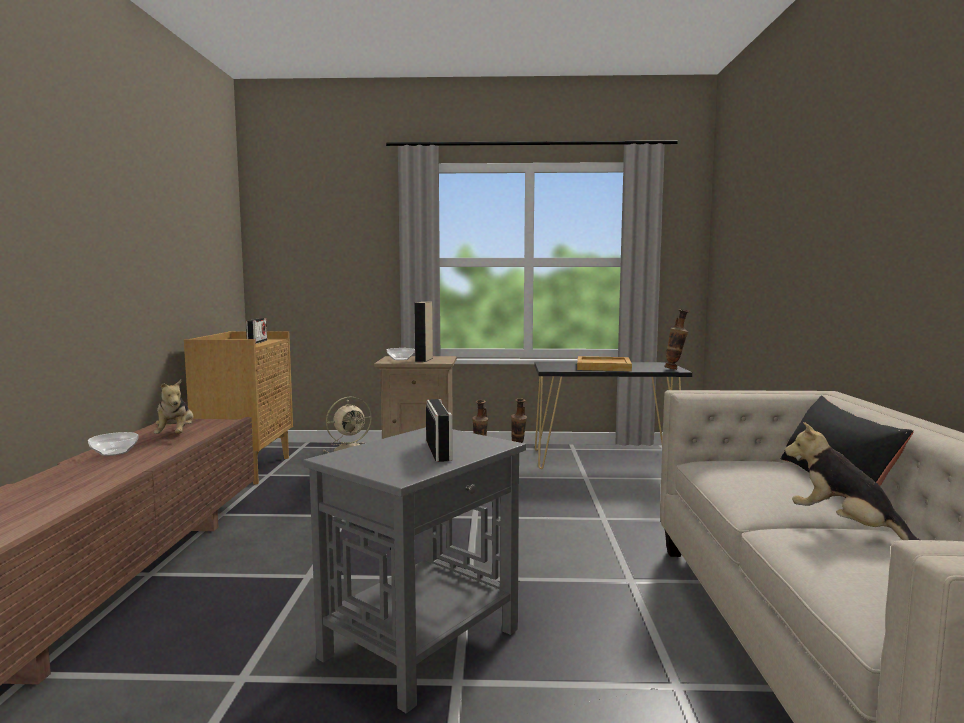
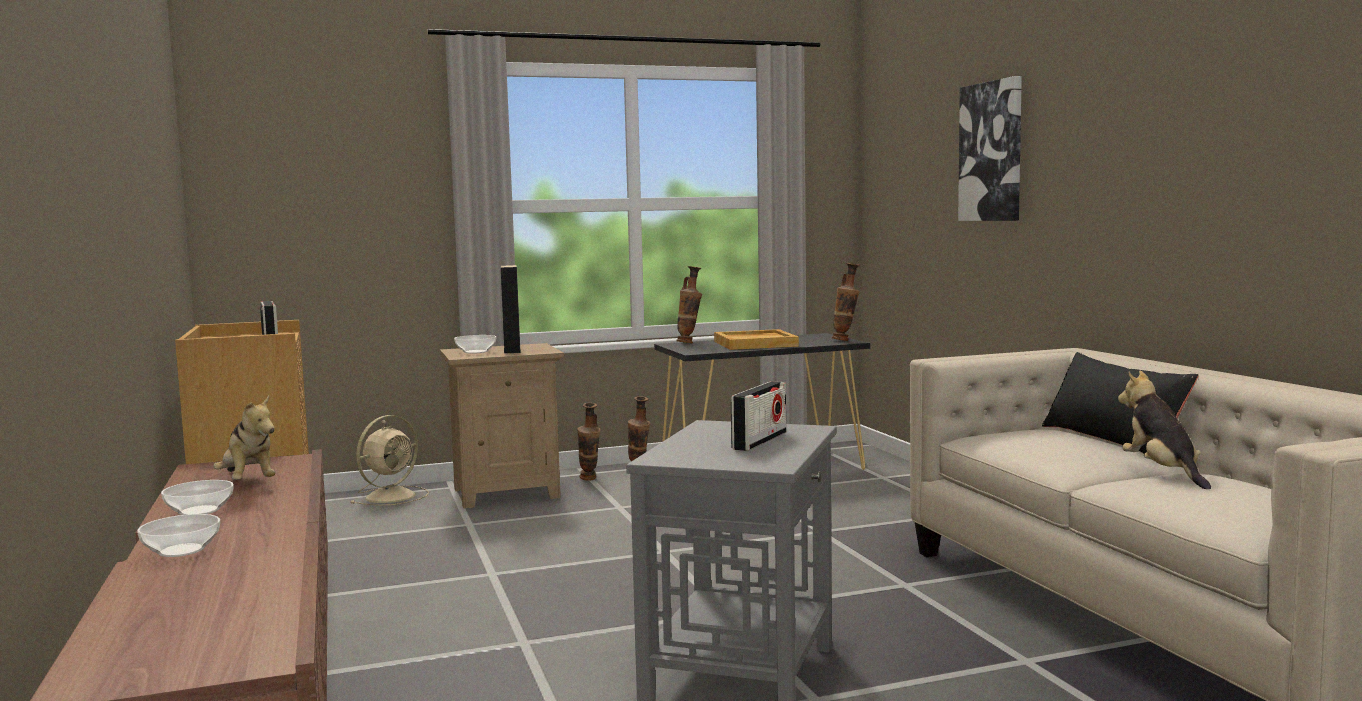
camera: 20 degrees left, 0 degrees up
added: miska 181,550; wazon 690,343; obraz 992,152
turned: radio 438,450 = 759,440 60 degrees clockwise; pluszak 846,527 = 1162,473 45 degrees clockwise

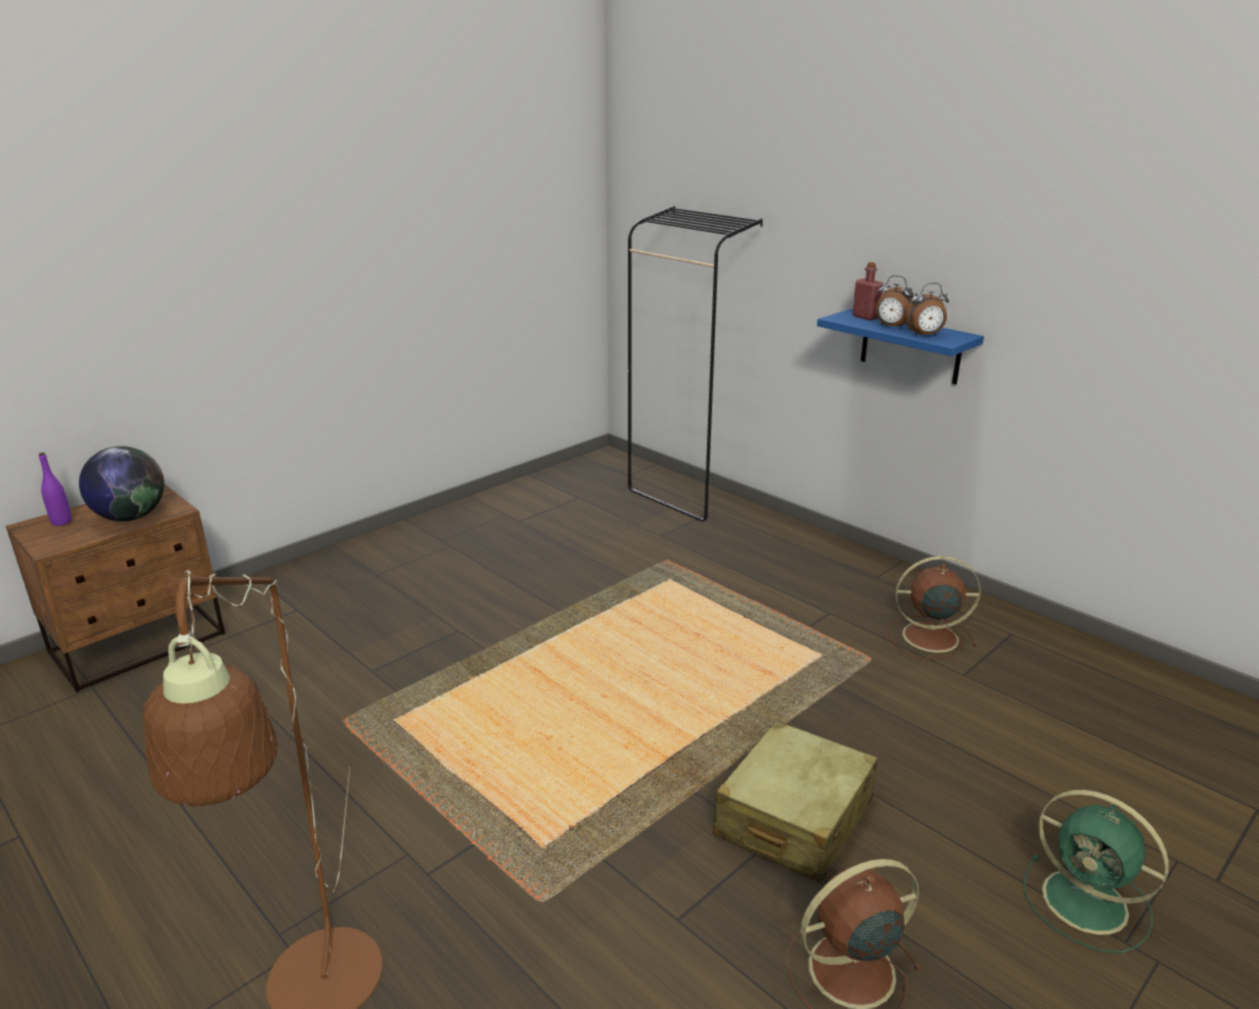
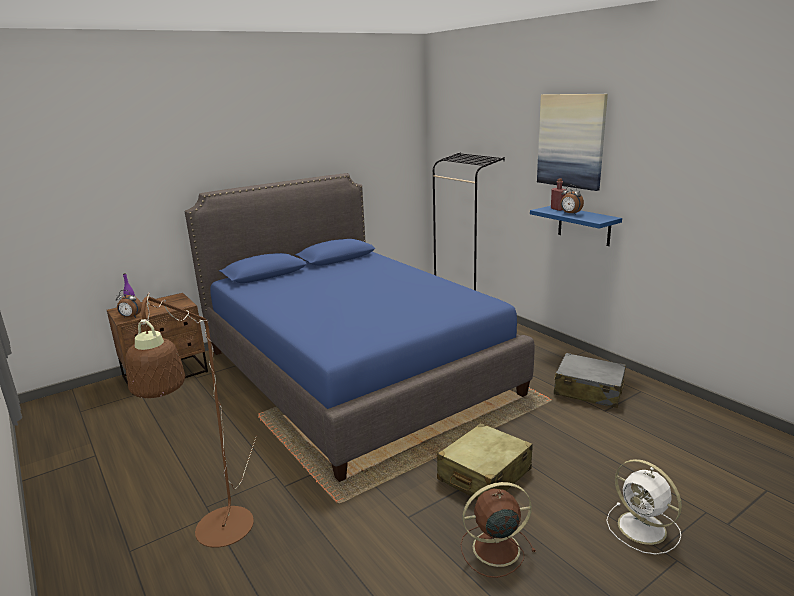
camera: 10 degrees right, 5 degrees down
removed: globus 130,517
added: łóżko/niebieski 355,371; obraz 571,141
moved: budzik 924,335 to 130,317
replaced: wentylator/brązowy 927,637 to walizka/szary 588,390
recoloured: wentylator/zielony 1088,904 to wentylator/biały 644,529

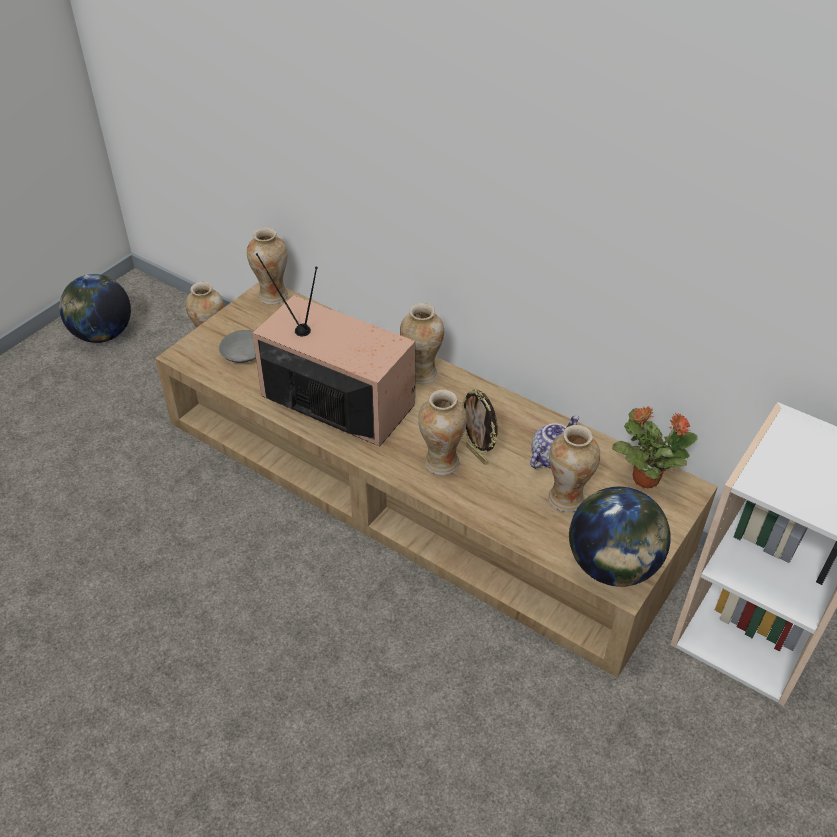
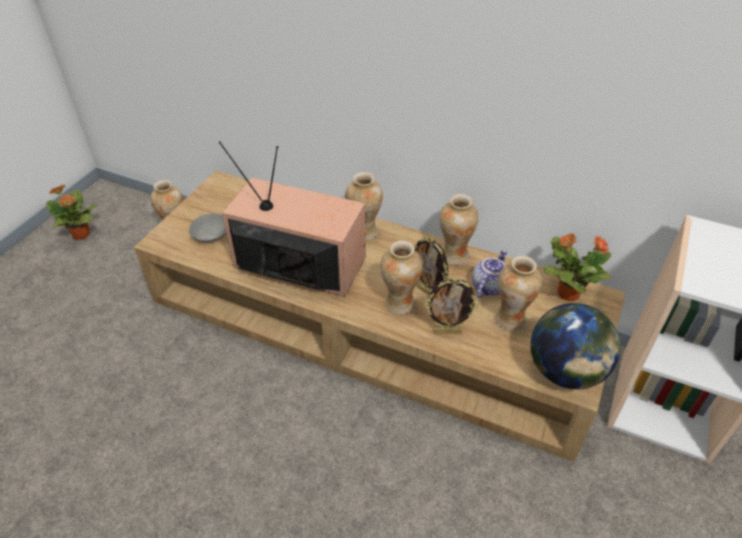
camera: 10 degrees left, 0 degrees up
added: ramka na zdjęcie 447,331
moved: wazon 272,296 to 454,255
replaced: globus 103,335 to roślina doniczkowa 81,235

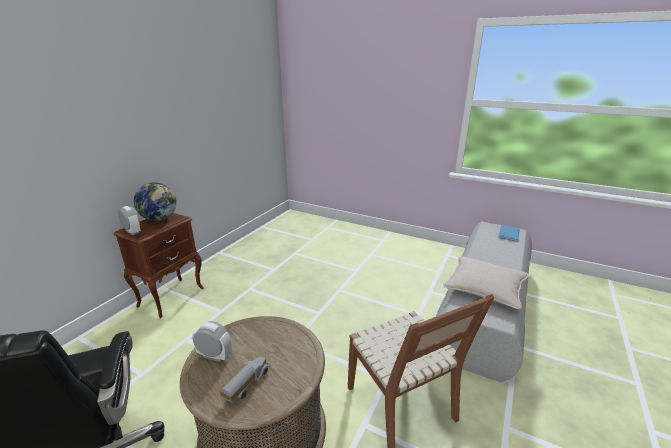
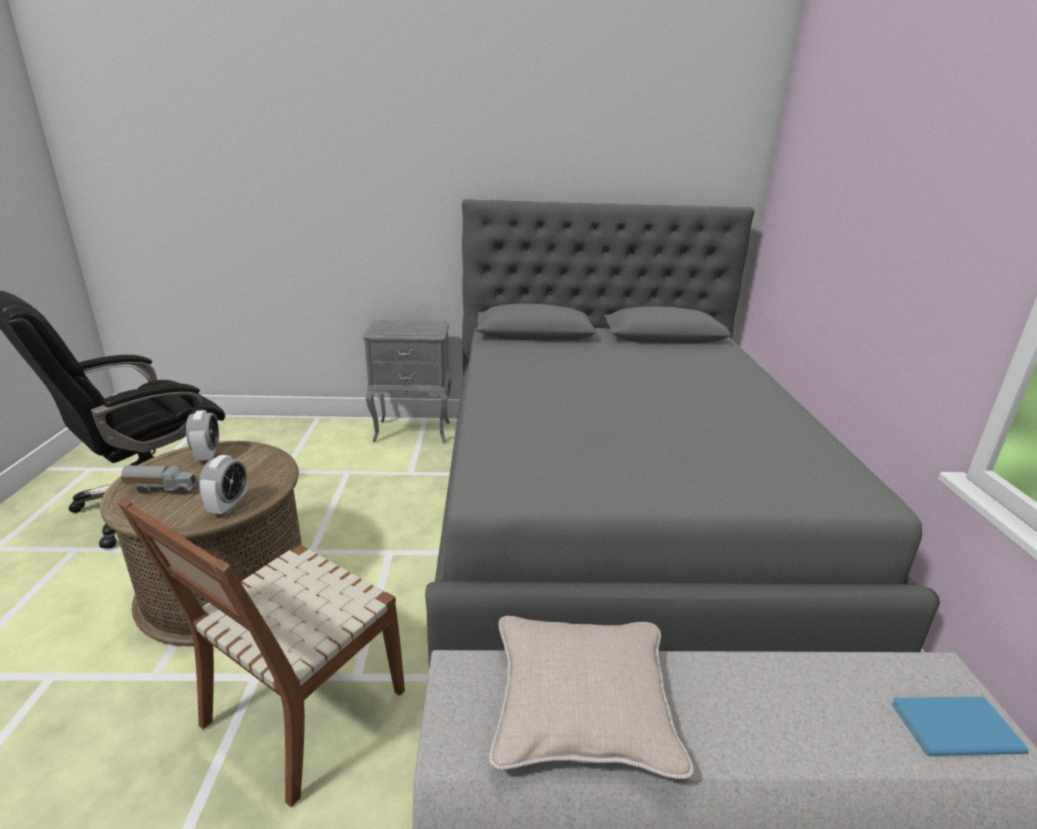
camera: 60 degrees right, 0 degrees up
removed: globus 159,218
added: łóżko/szary 616,518
moved: budzik 132,232 to 228,506
recoloured: szafka nocna/brązowy 171,297 to szafka nocna/szary 413,432

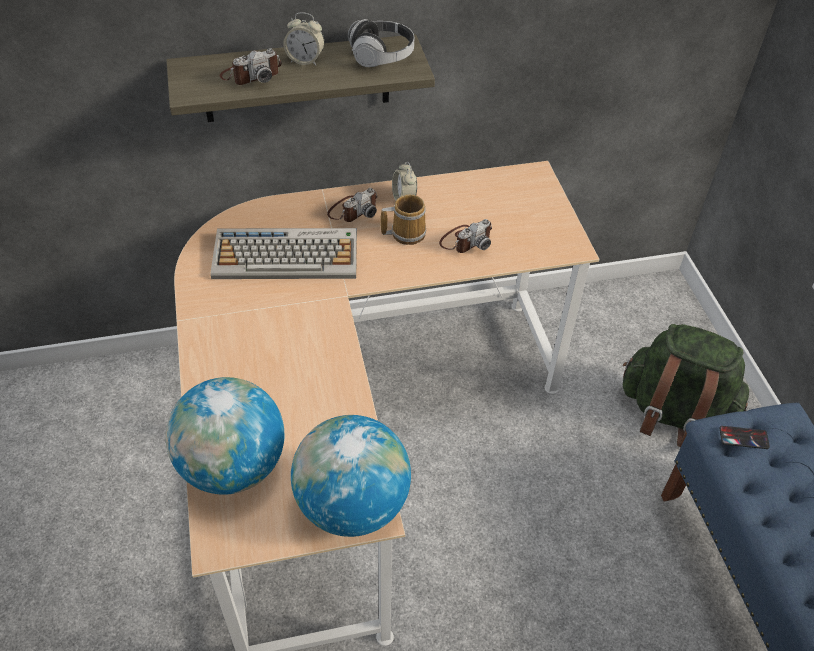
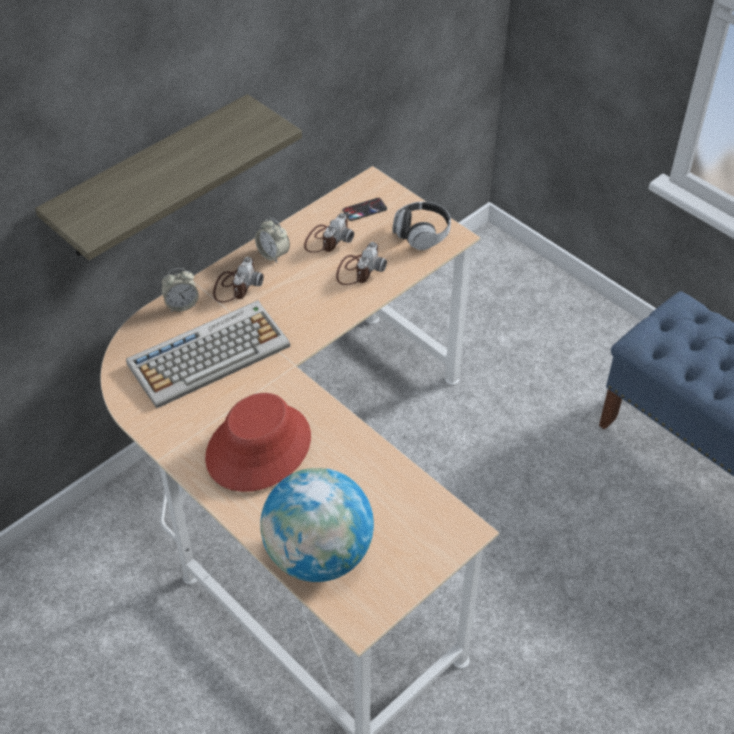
camera: 30 degrees left, 0 degrees up
removed: globus 352,504; kubek 405,233; plecak/zielony 673,413
added: kapelusz/czerwony 258,447
moved: aparat fotograficzny 251,75 to 327,239; budzik 305,60 to 181,304; słuchawki 381,56 to 421,234; telefon 743,437 to 364,209

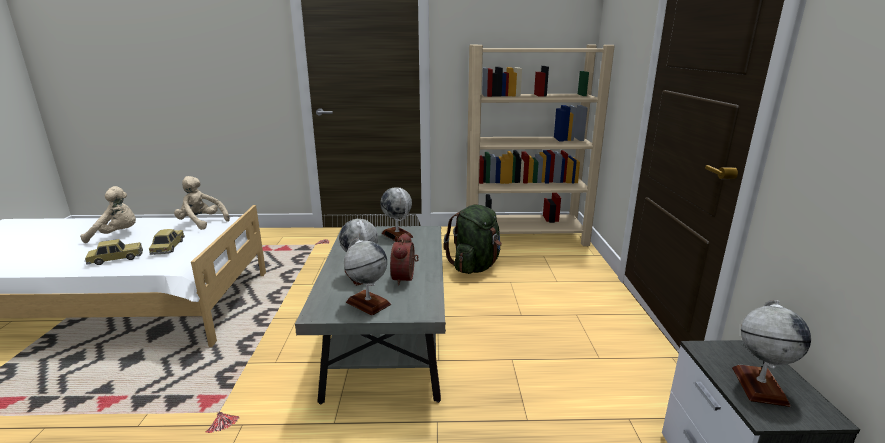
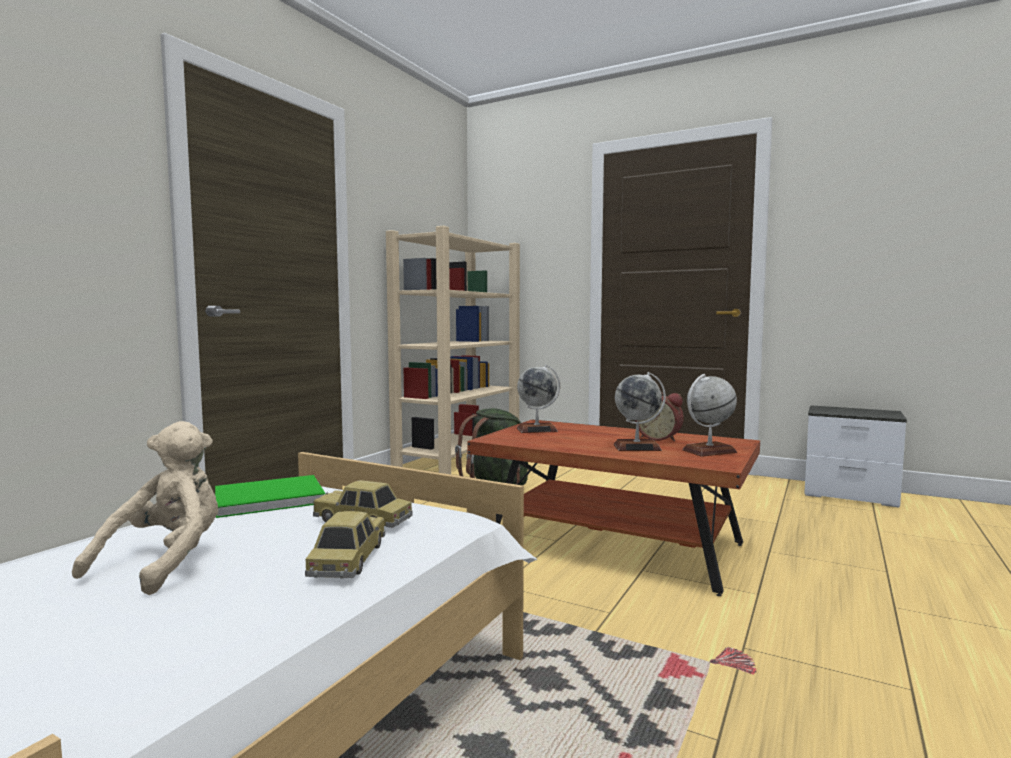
camera: 60 degrees left, 15 degrees down
removed: globus 759,386
replaced: pluszak/beżowy 201,223 to książka/zielony 265,498
recoloured: ława/szary 387,340 to ława/brązowy 614,546

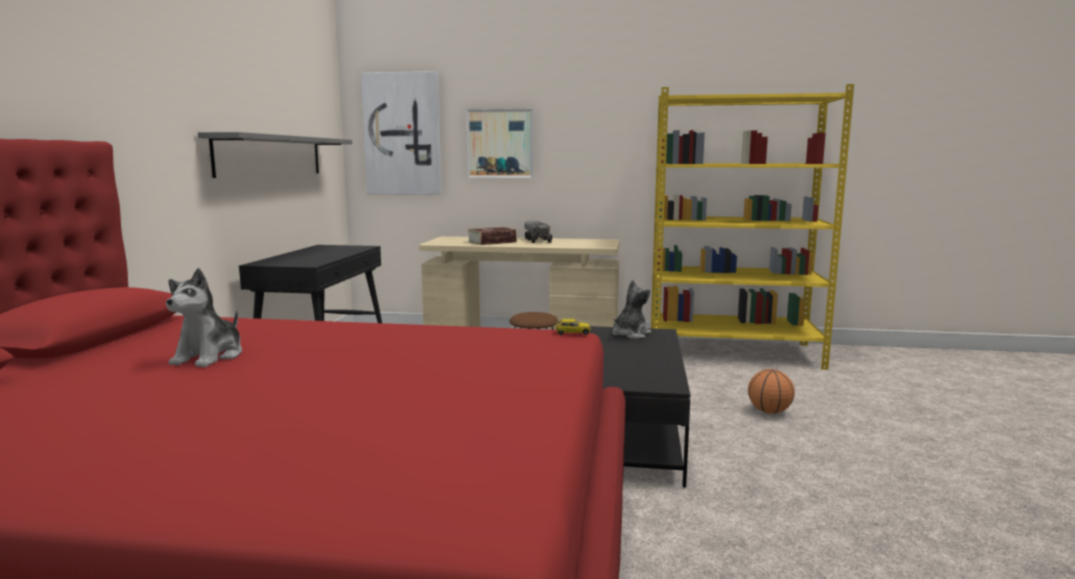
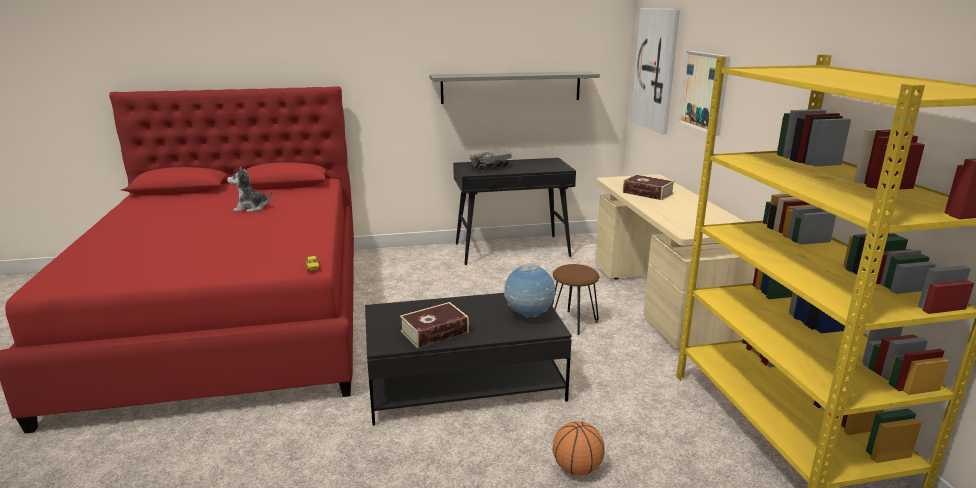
camera: 70 degrees right, 10 degrees up
added: książka 434,332
moved: ciężarówka zabawkowa 538,240 to 490,168
replaced: pluszak 630,334 to globus 529,315

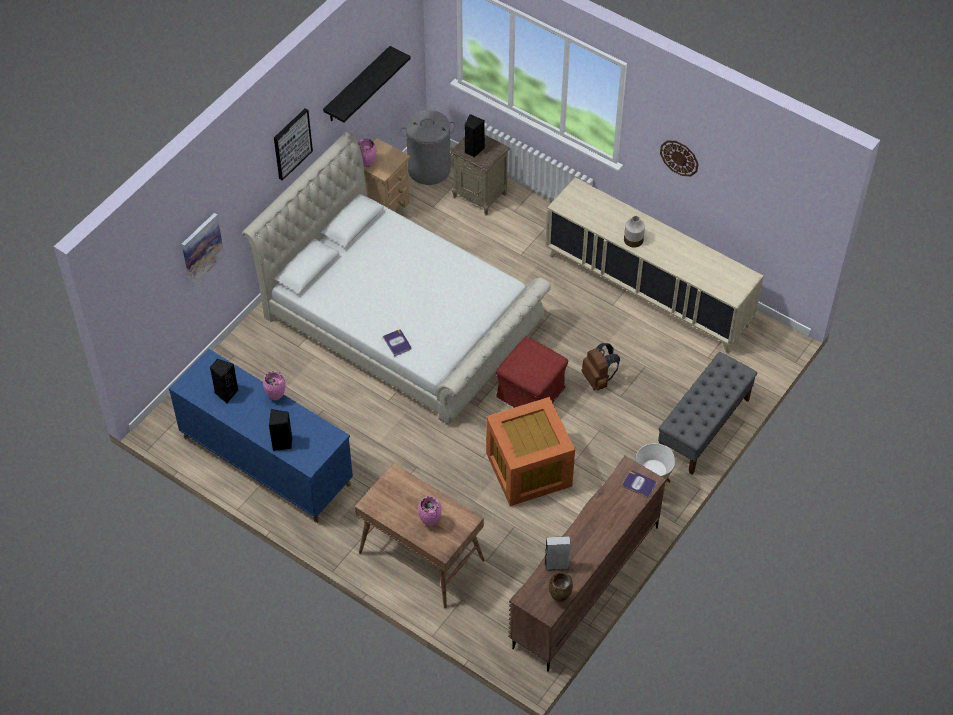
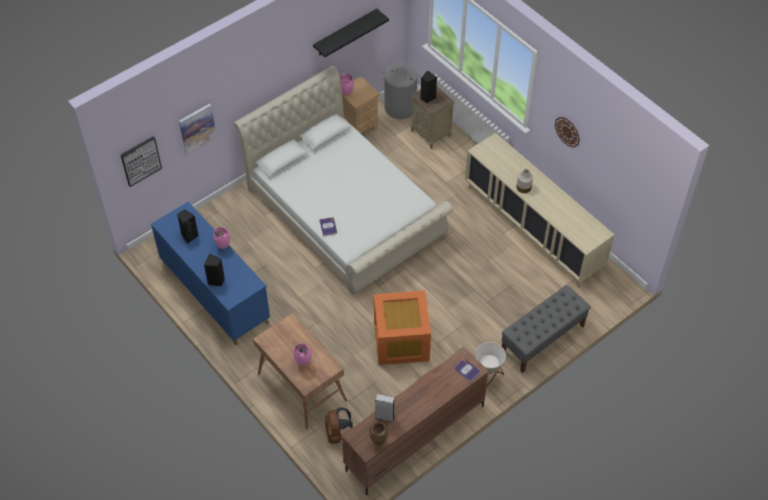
camera: 15 degrees right, 0 degrees up
removed: pufa/czerwony 531,392
moved: obraz 292,143 to 140,160; plecak/brązowy 598,379 to 337,433

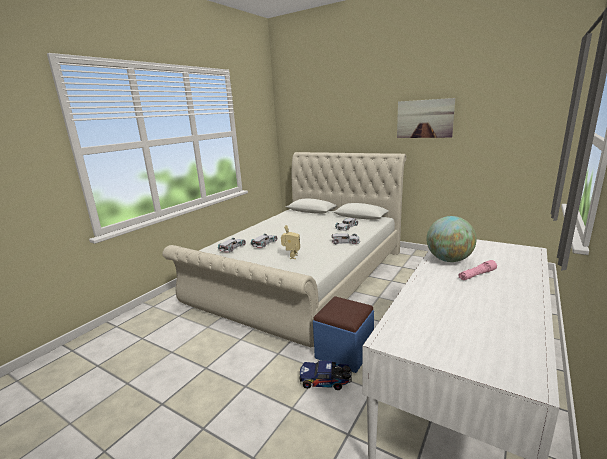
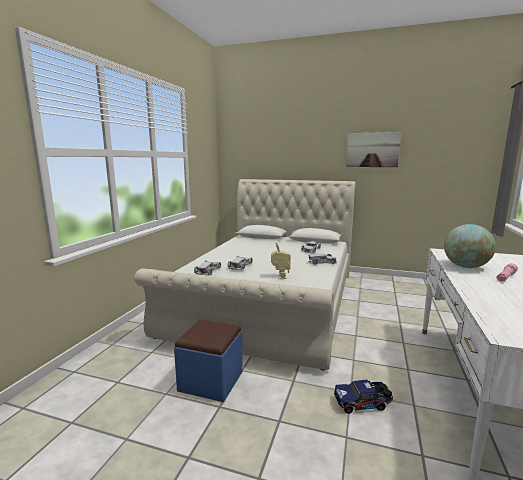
camera: 15 degrees left, 5 degrees down
moved: pufa/niebieski 344,352 to 211,381

